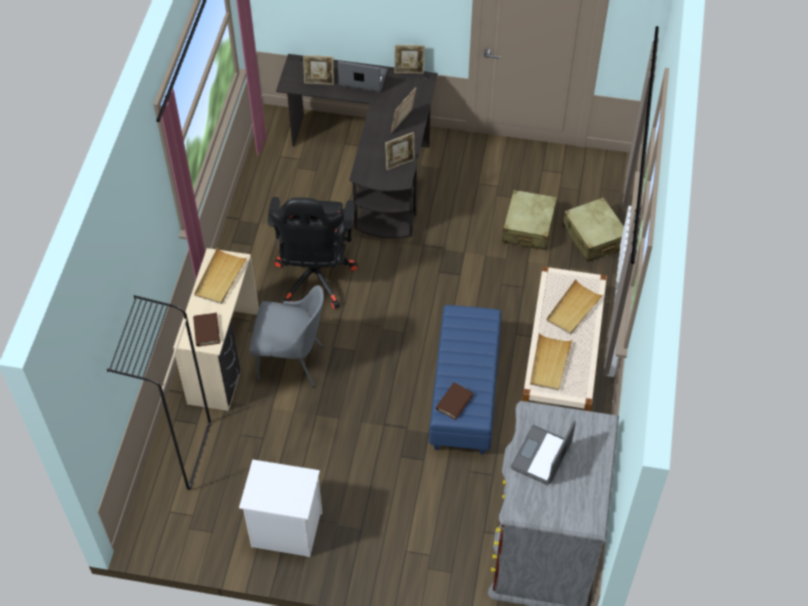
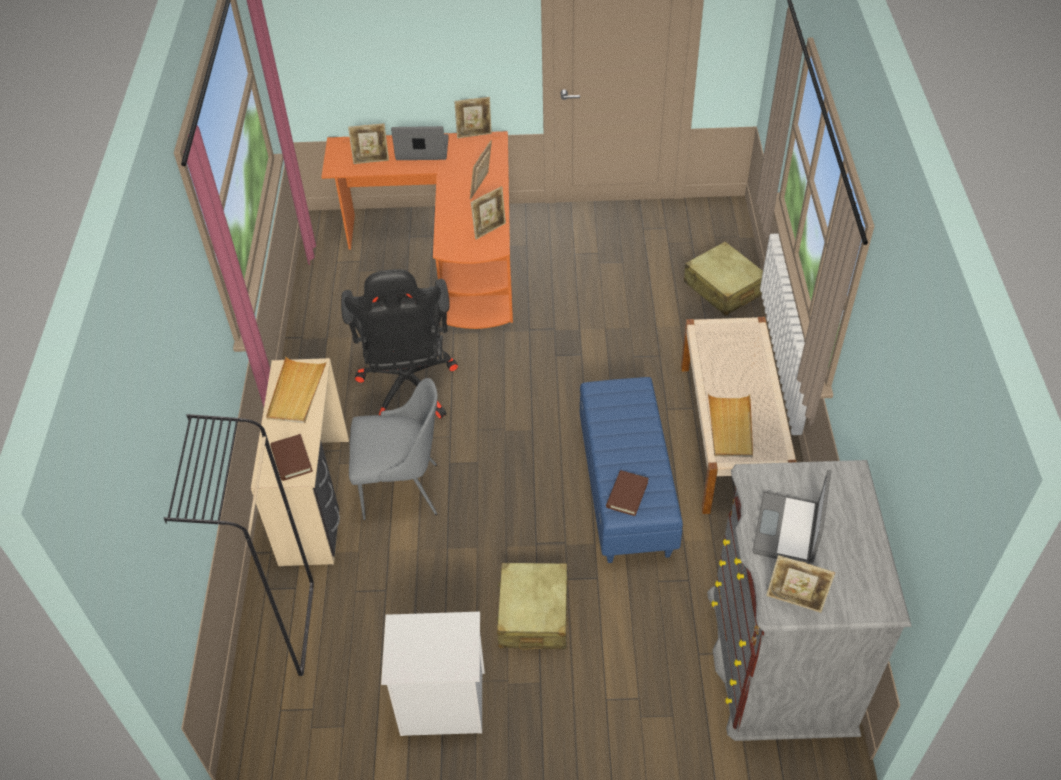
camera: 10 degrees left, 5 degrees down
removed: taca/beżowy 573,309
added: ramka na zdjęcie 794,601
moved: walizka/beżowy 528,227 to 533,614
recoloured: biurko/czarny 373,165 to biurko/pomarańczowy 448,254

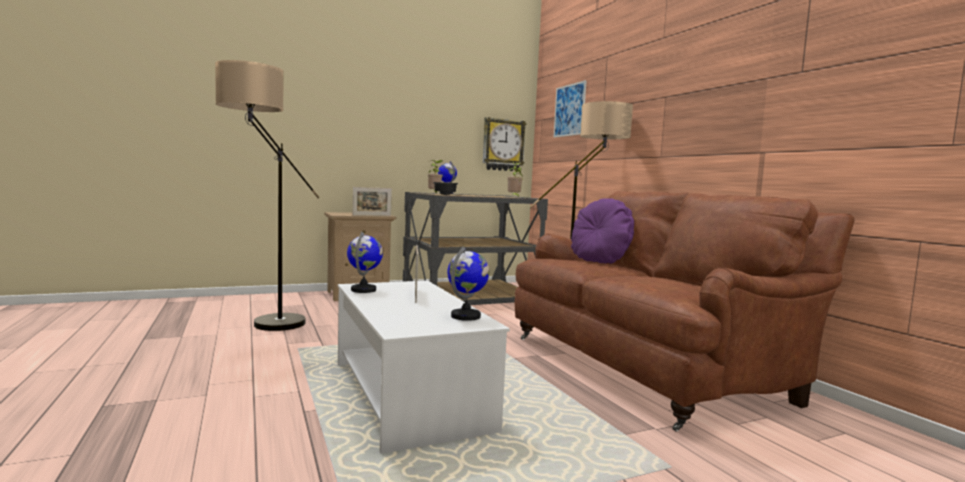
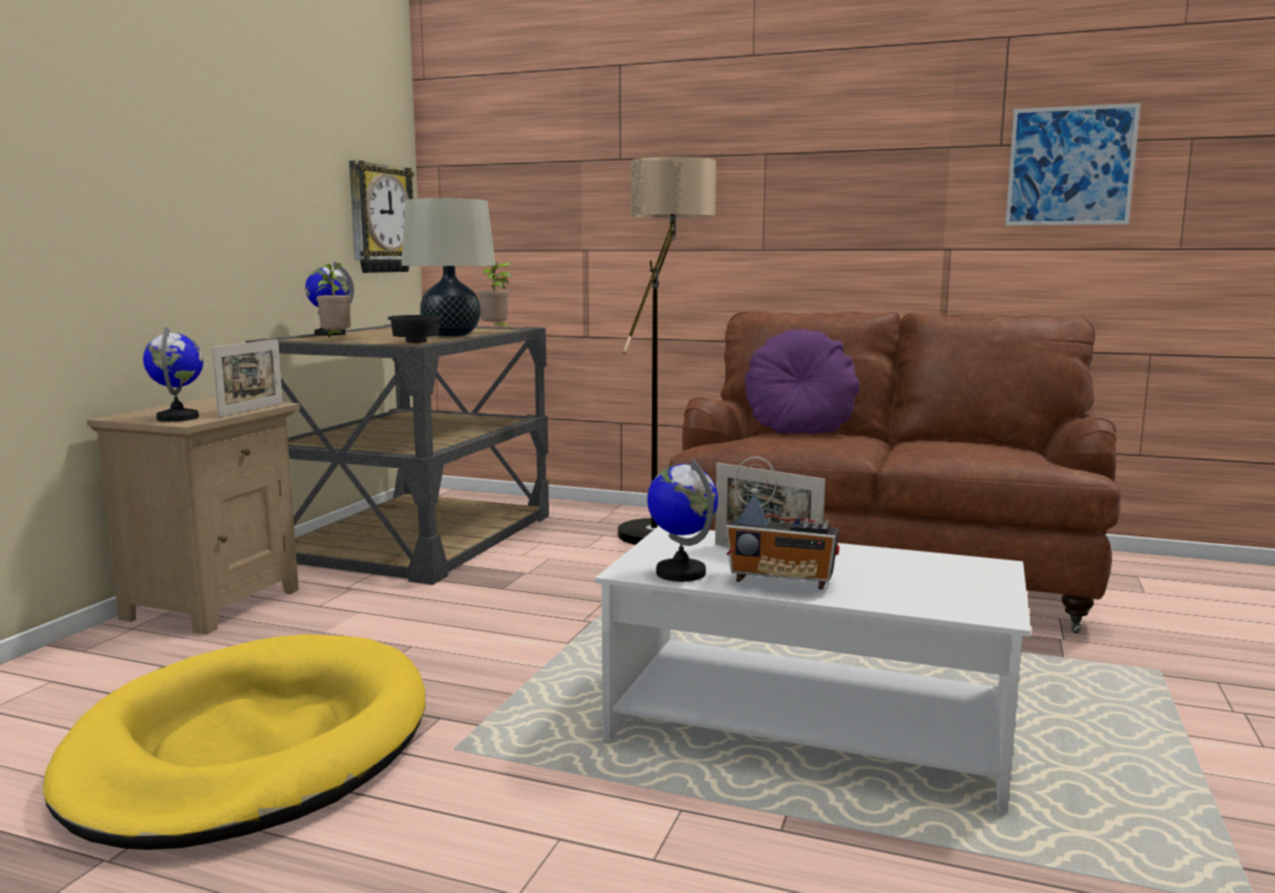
camera: 45 degrees left, 5 degrees up
added: lampa stołowa/beżowy 451,335; radio 782,582
moved: globus 466,316 to 178,418; obraz 569,110 to 1070,166
replaced: lampa stojąca 264,328 to legowisko/żółty 252,748

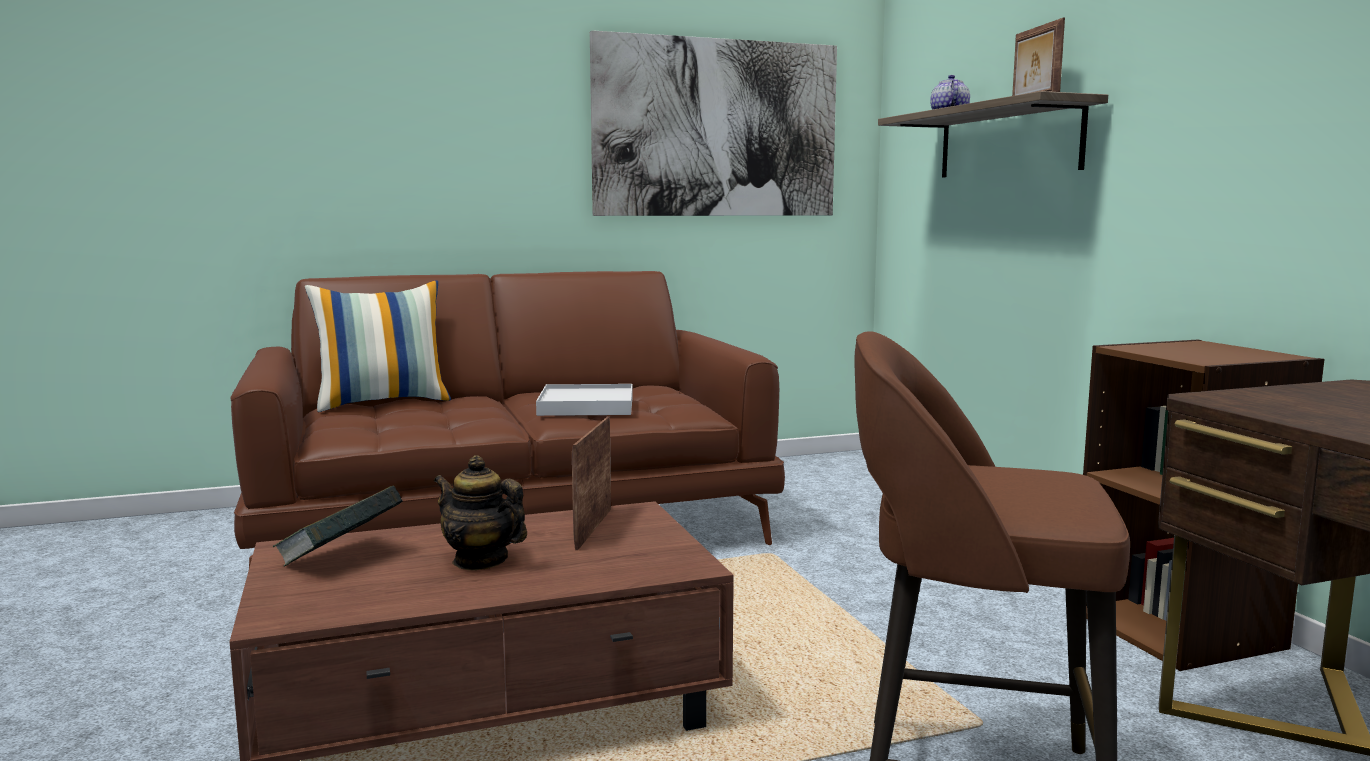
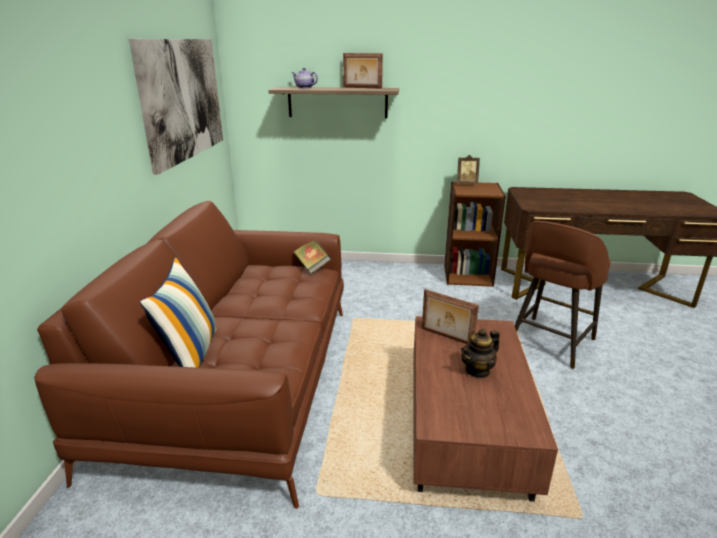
camera: 65 degrees left, 15 degrees up
removed: taca/biały 586,405
added: ramka na zdjęcie 466,184
moved: książka 340,558 to 312,266

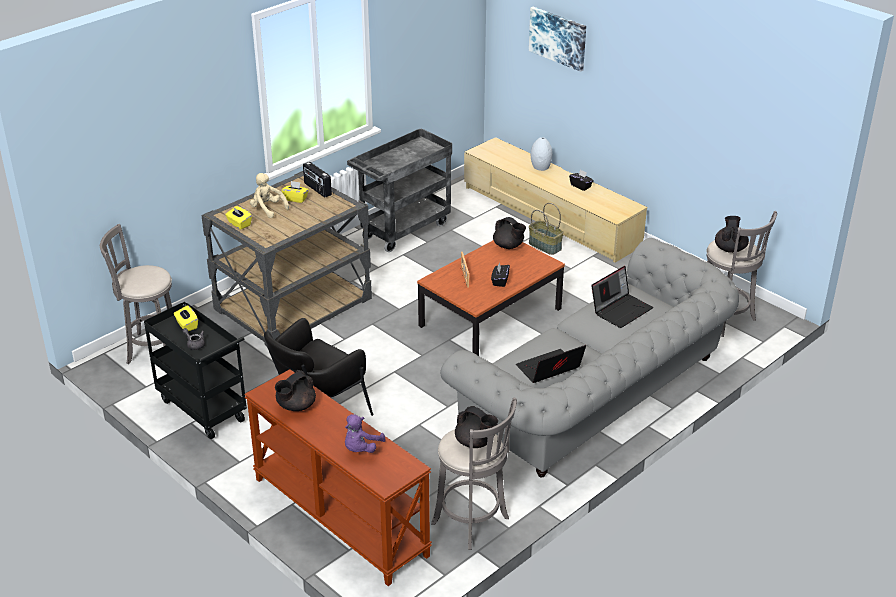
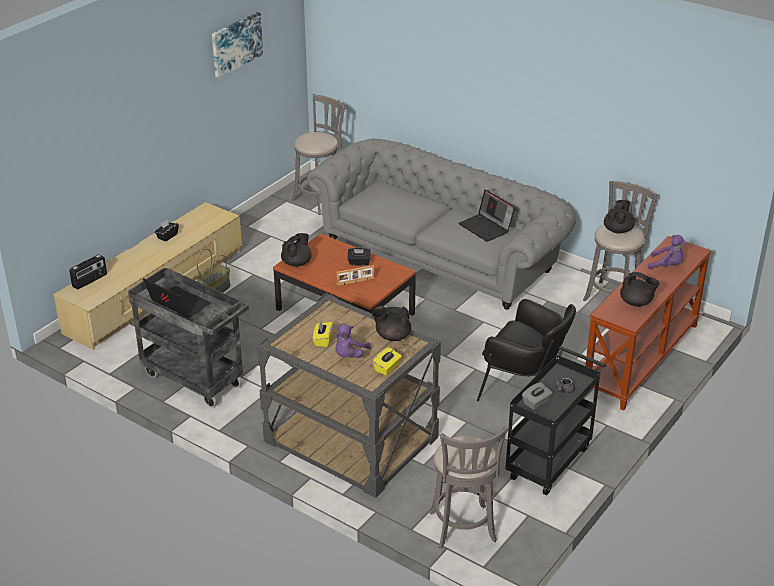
camera: 100 degrees left, 0 degrees up
removed: wazon/szary 541,167
moved: radio 317,189 to 90,281; obraz 558,38 to 236,44; laptop 621,309 to 177,304; imbryk/czarny 730,248 to 392,336
recoloured: pudełko chusteczek/żółty 186,325 to pudełko chusteczek/szary 536,403; pluszak/beżowy 267,209 to pluszak/fioletowy 349,355

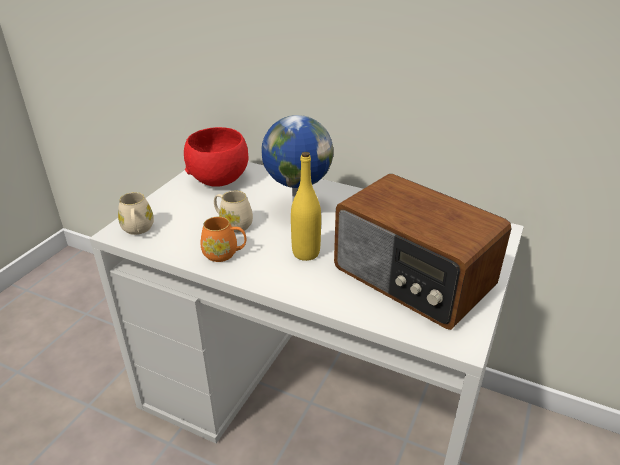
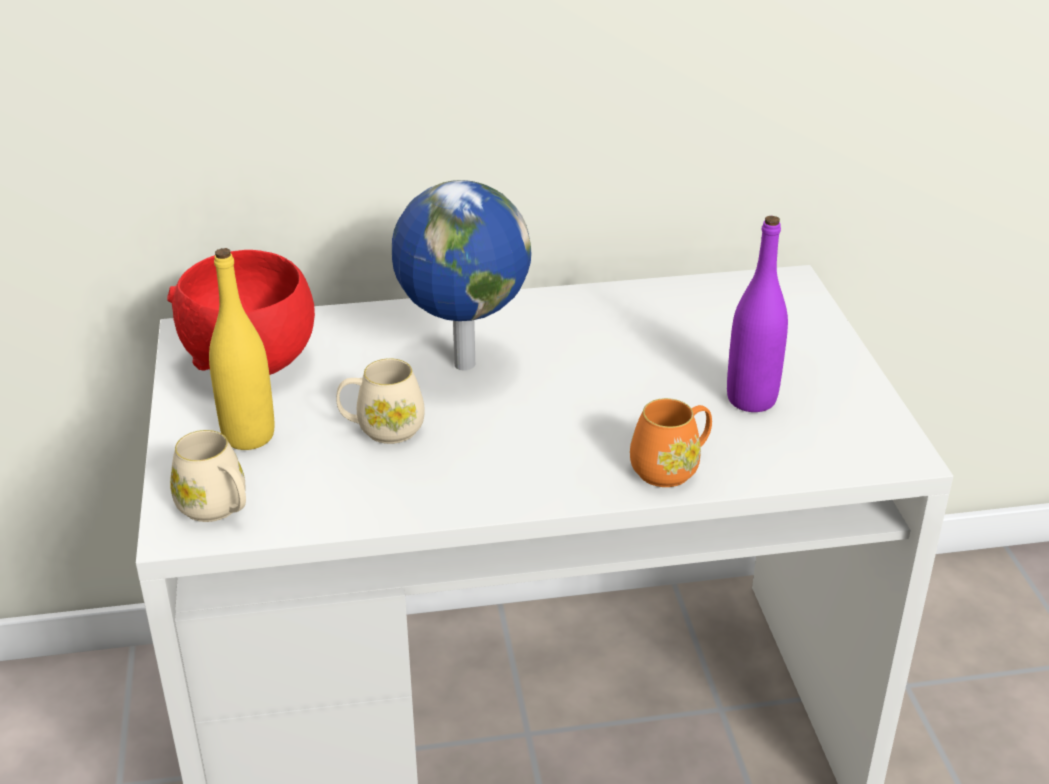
camera: 35 degrees left, 0 degrees up
moved: kubek/pomarańczowy 225,254 to 671,468; butelka/żółty 306,253 to 248,436
replaced: radio 412,279 to butelka/fioletowy 751,399

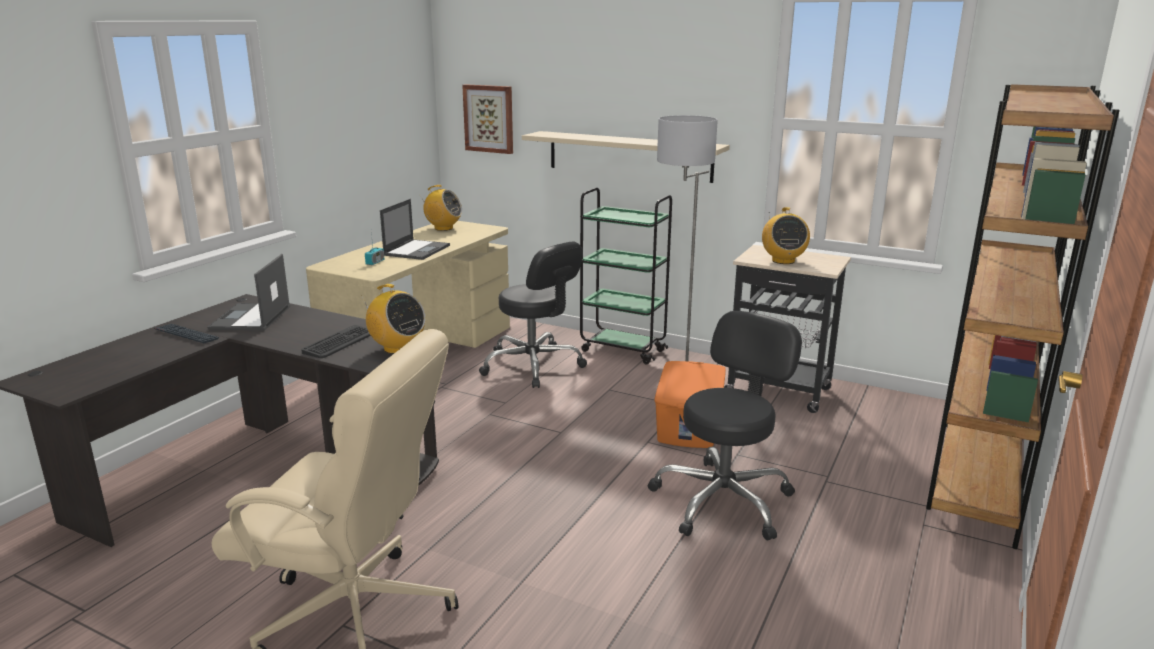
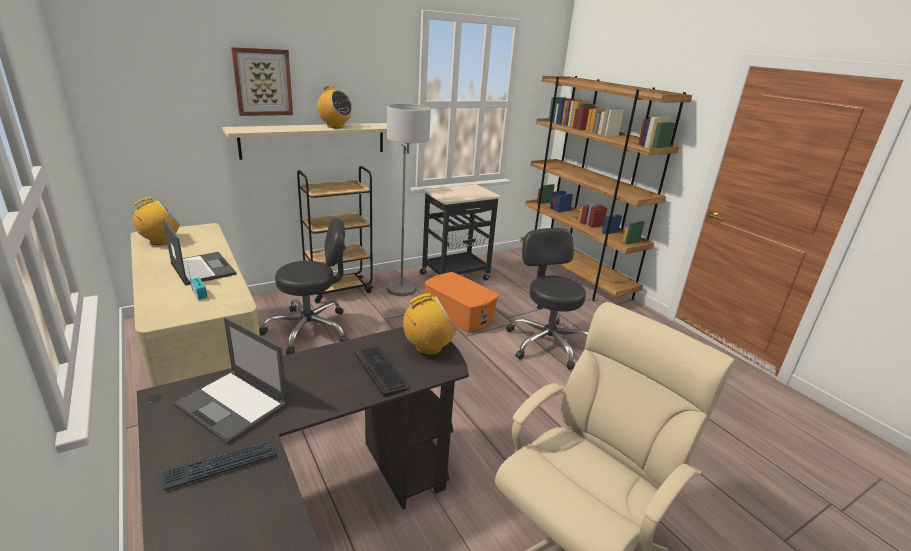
camera: 60 degrees left, 5 degrees up
moved: obraz 489,118 to 262,82; radio 783,261 to 335,126
recoloured: wózek/zielony 624,351 to wózek/brązowy 339,291

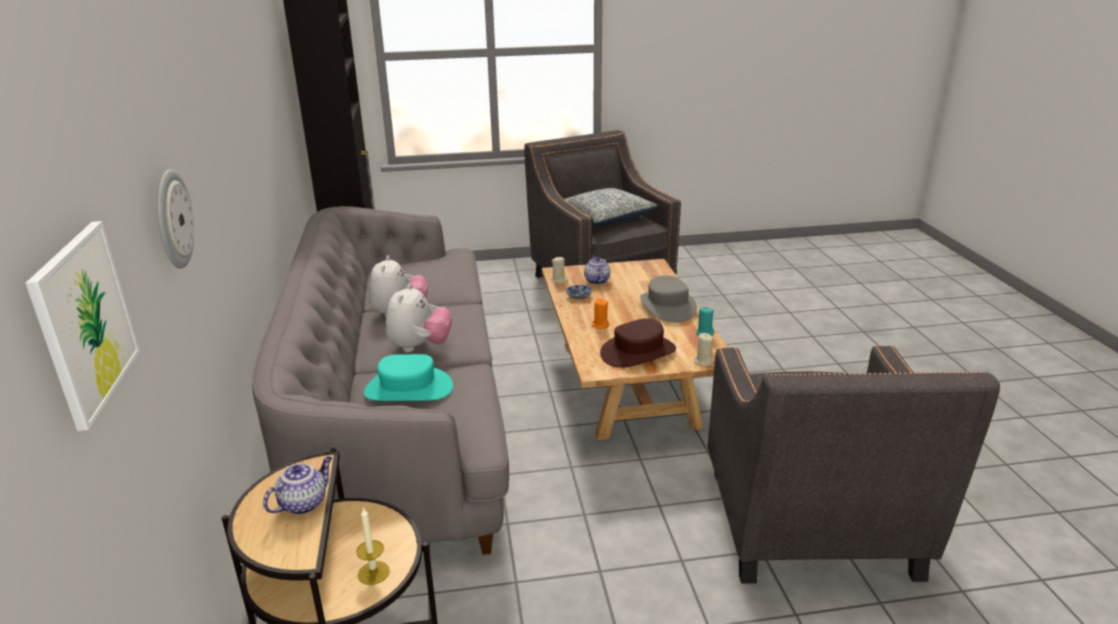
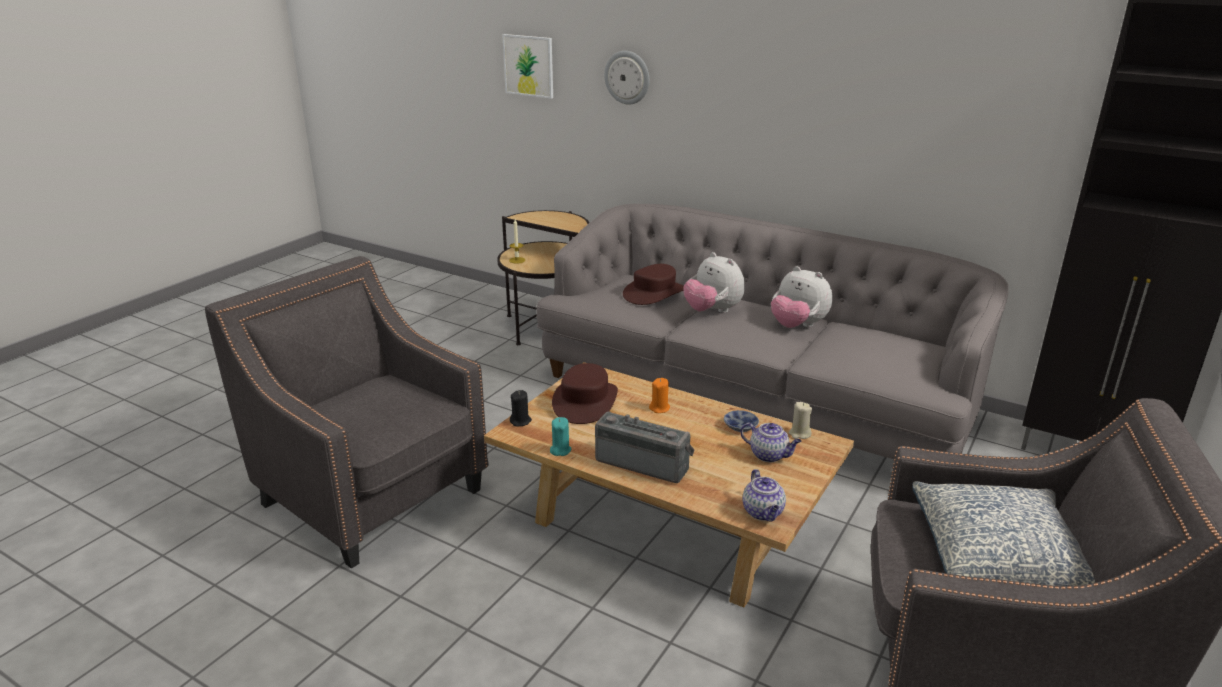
camera: 130 degrees right, 0 degrees up
moved: imbryk 304,503 to 763,513
replaced: kapelusz/szary 667,306 to radio 644,463
recoloured: kapelusz/turkusowy 408,389 to kapelusz/brązowy 654,293; świeca/beżowy 703,362 to świeca/czarny 520,421

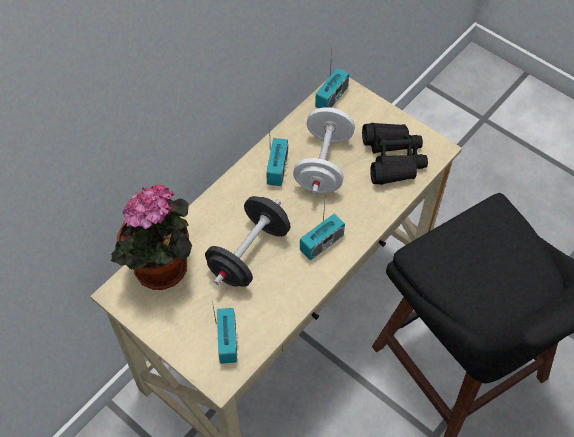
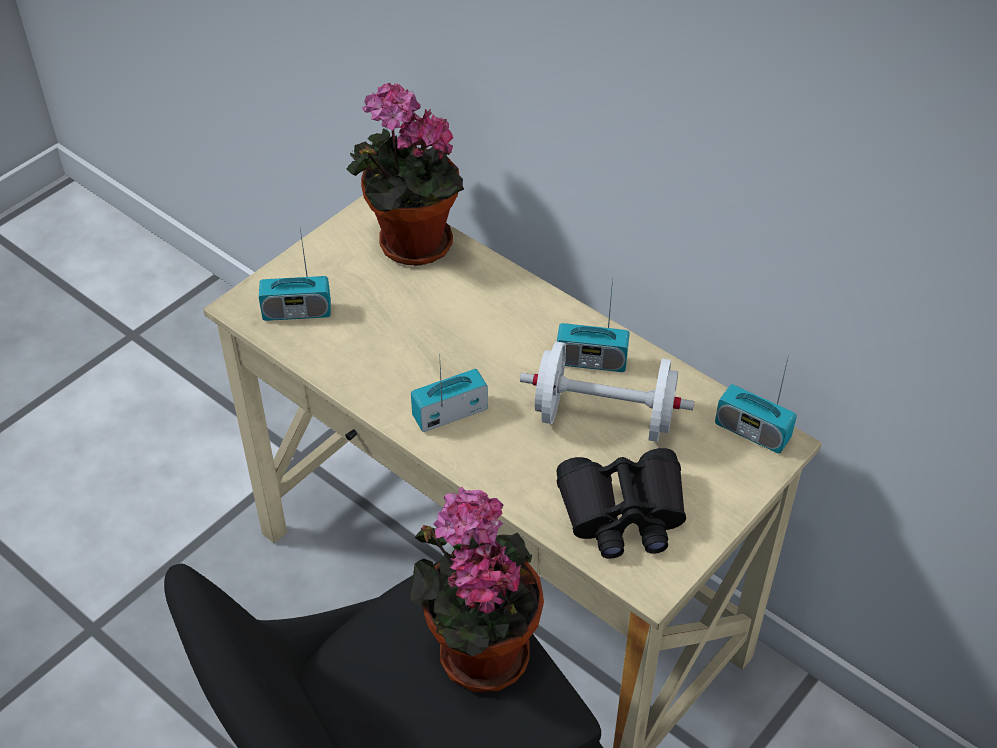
camera: 90 degrees right, 10 degrees down
removed: hantel/czarny 249,254
added: roślina doniczkowa 478,649
turned: radio 321,243 = 450,413 105 degrees clockwise

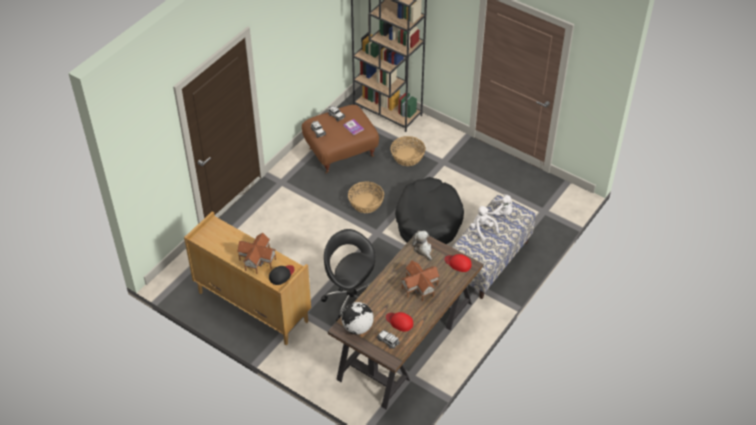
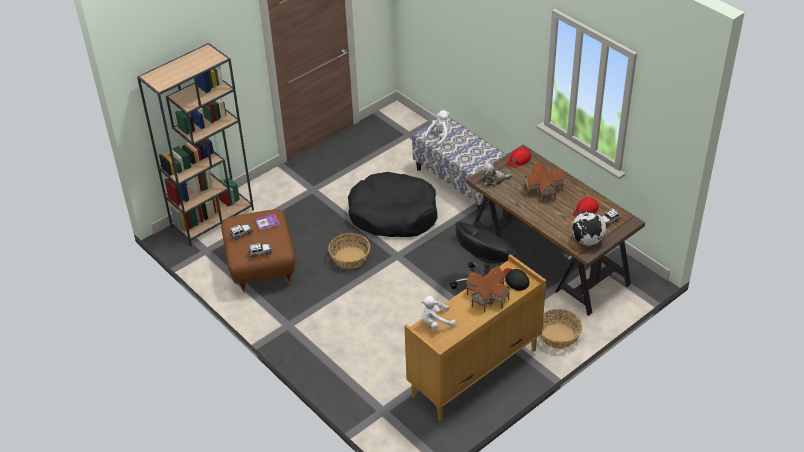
camera: 75 degrees left, 5 degrees down
moved: koszyk 407,157 to 558,336; pluszak/biały 482,230 to 435,322

